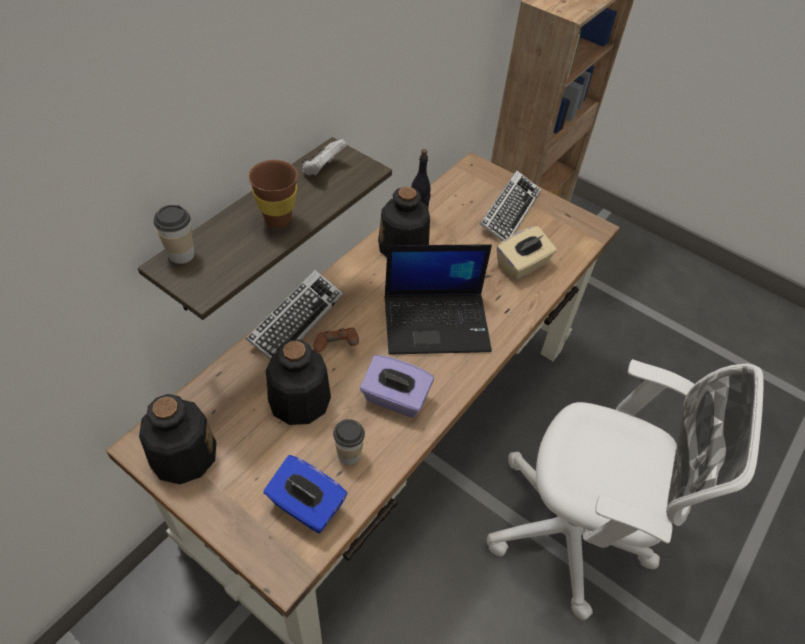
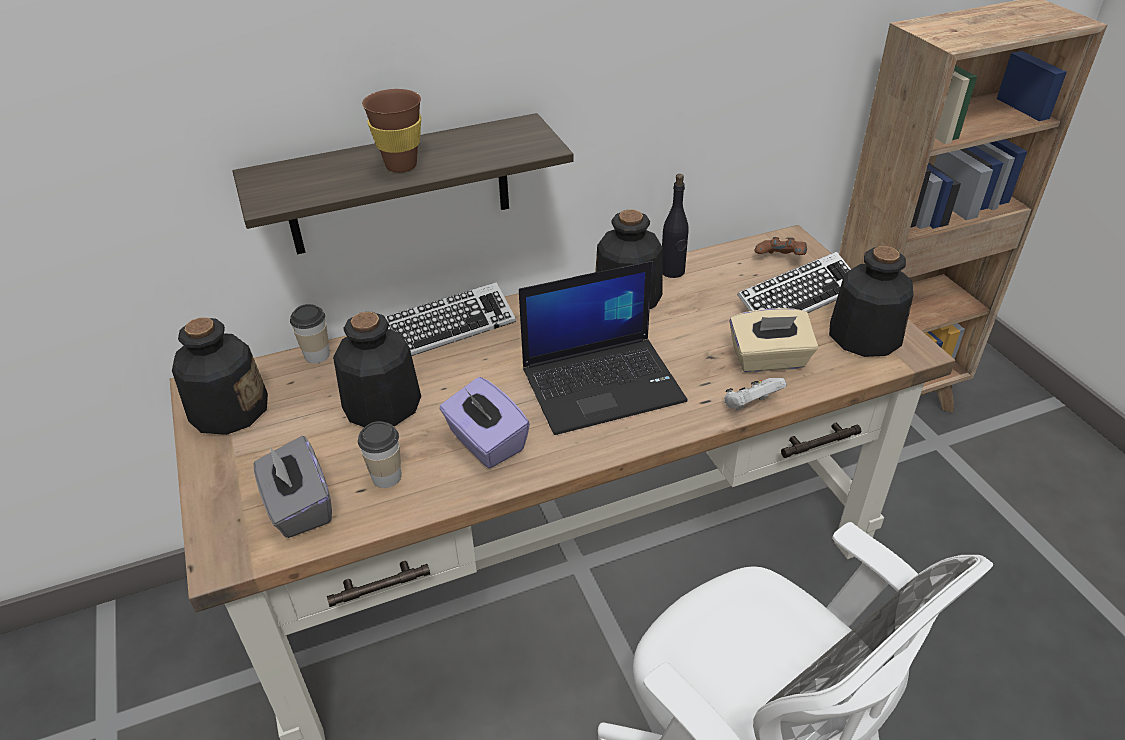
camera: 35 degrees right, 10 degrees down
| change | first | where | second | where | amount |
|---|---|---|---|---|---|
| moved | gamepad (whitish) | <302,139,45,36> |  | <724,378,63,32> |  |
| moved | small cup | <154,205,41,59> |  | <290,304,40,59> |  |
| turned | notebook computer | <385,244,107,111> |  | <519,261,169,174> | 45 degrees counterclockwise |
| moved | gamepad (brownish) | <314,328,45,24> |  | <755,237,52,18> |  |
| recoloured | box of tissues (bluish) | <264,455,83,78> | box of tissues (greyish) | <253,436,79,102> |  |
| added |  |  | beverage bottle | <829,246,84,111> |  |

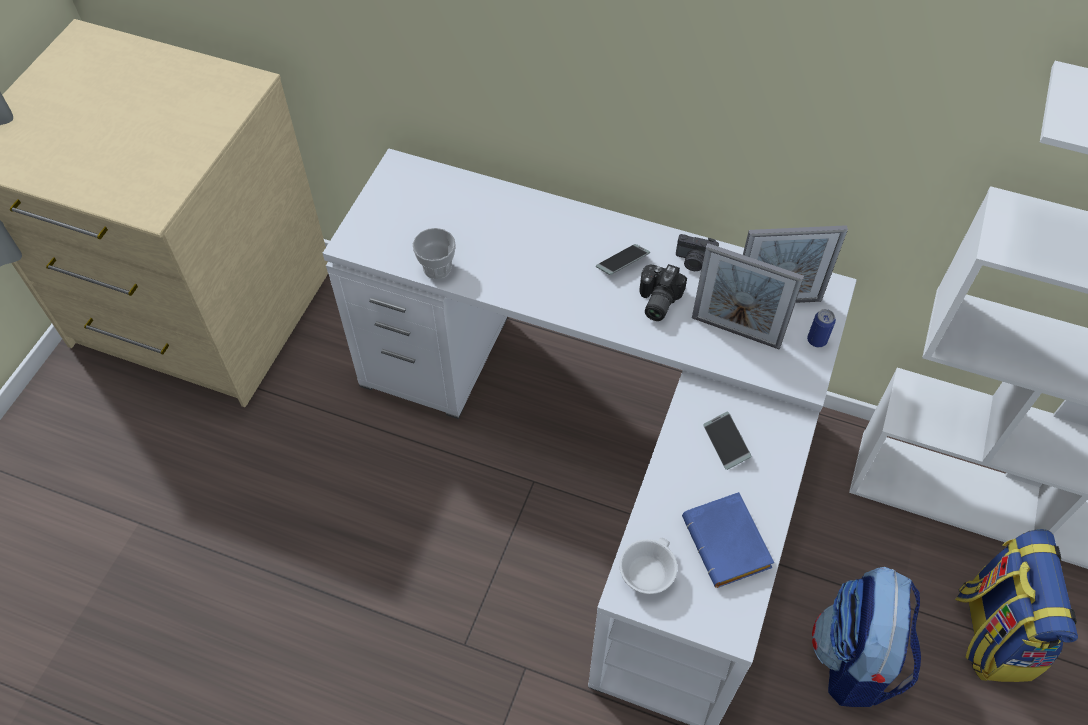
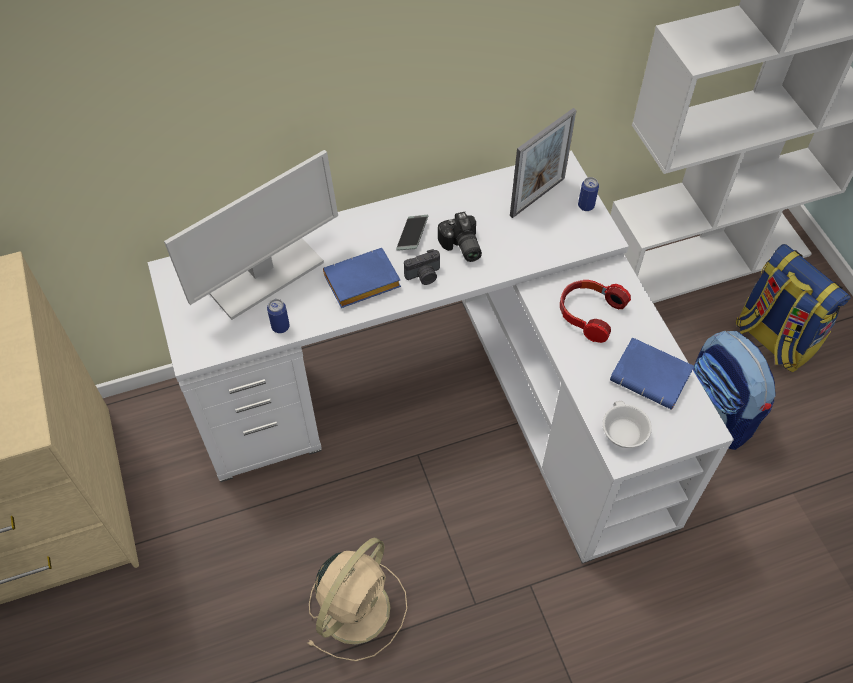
camera: 40 degrees left, 0 degrees up
| change | first | where | second | where | amount |
|---|---|---|---|---|---|
| replaced | small cup | <413,228,43,51> | can | <267,299,23,34> |  |
| moved | photo camera | <676,234,43,37> |  | <404,249,36,36> |  |
| removed | photo frame | <692,243,112,107> |  |  |  |
| replaced | phone | <703,411,48,59> | headset | <560,280,71,63> |  |
| added |  |  | computer screen | <164,150,174,170> |  |
| added |  |  | book (bluish) | <323,248,78,60> |  |
| added |  |  | fan (beige) | <307,538,100,123> |  |

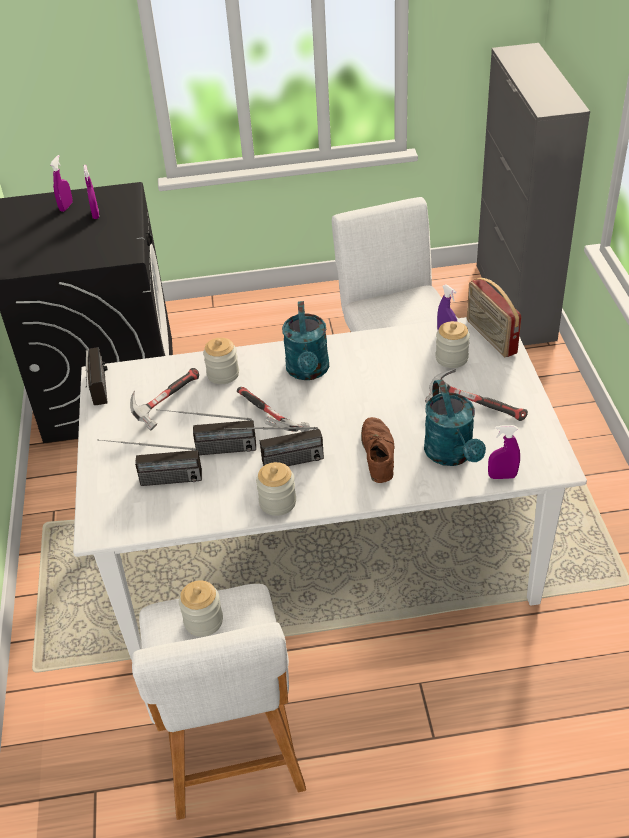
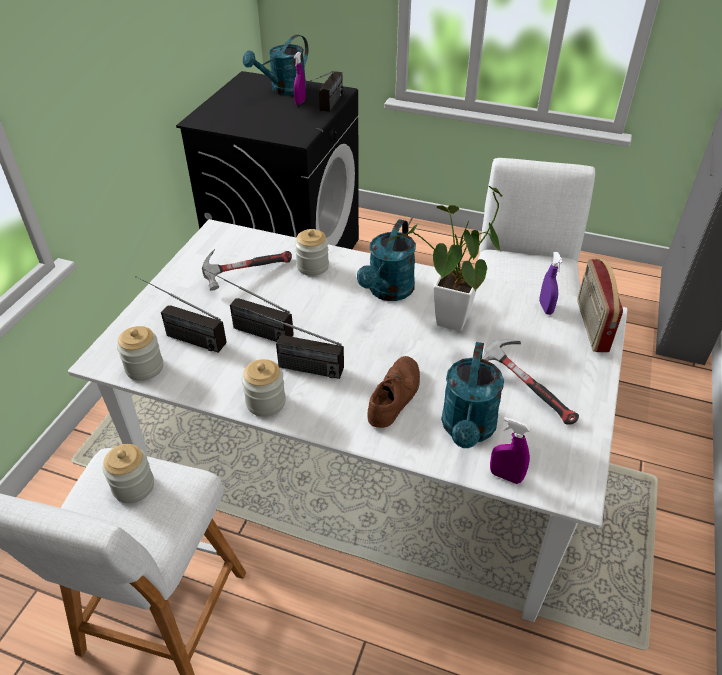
camera: 25 degrees right, 0 degrees up
| change | first | where | second | where | amount |
|---|---|---|---|---|---|
| replaced | hand sprayer (purplish) | <50,155,23,57> | sprinkling can (turquoise-coloured) | <243,35,65,60> |  |
| moved | storage jar | <436,321,34,47> |  | <117,326,46,55> |  |
| moved | radio | <86,347,22,58> |  | <311,71,33,41> |  |
| removed | tool hammer | <237,387,73,45> |  |  |  |
| added |  |  | plant in a pot | <387,186,116,145> |  |

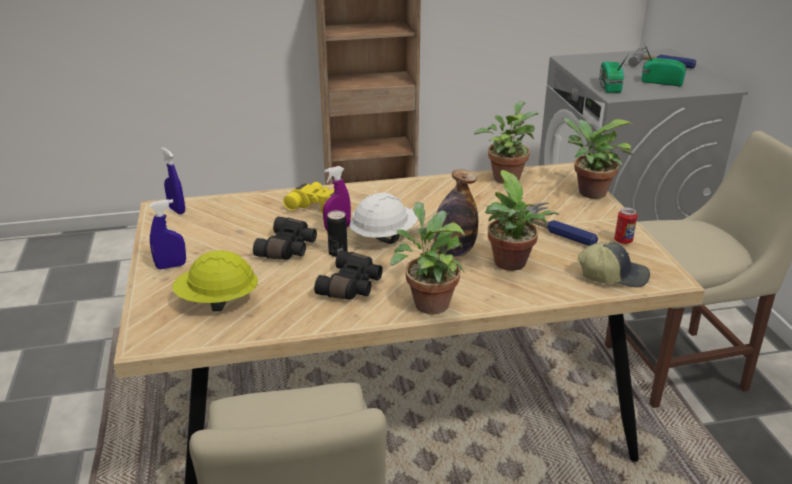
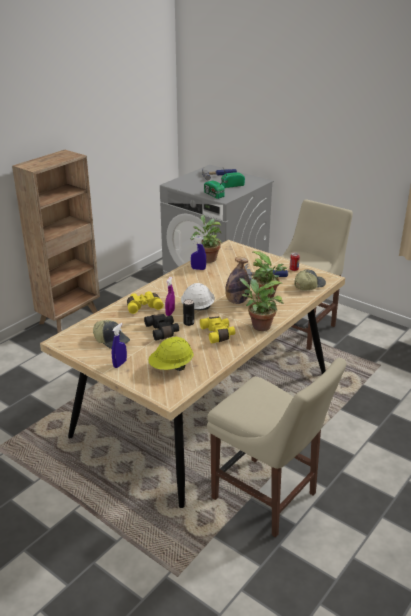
camera: 40 degrees left, 0 degrees up
| change | first | where | second | where | amount |
|---|---|---|---|---|---|
| removed | plant in a pot | <561,117,72,82> |  |  |  |
| moved | hand sprayer (bluish) | <161,147,24,67> |  | <191,236,15,34> |  |
| recoloured | field glasses (black) | <314,250,69,50> | field glasses (yellow-coloured) | <200,317,35,26> |  |
| added |  |  | peaked cap | <93,320,37,29> |  |

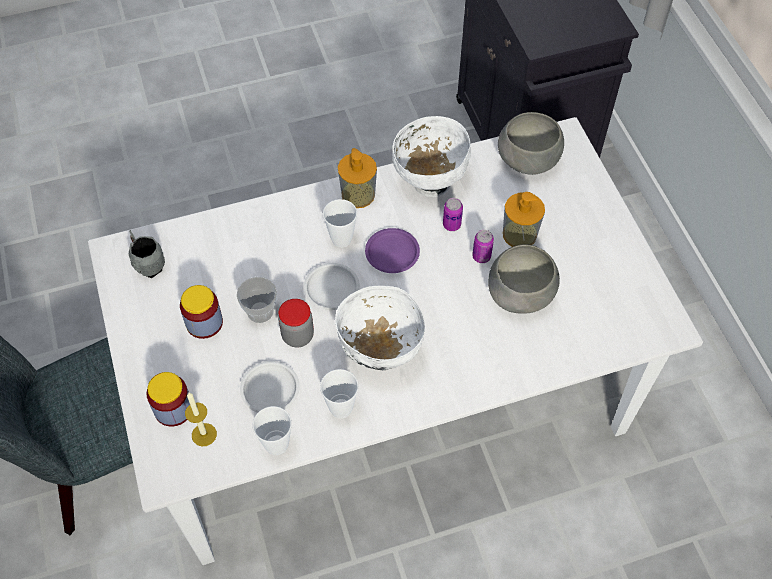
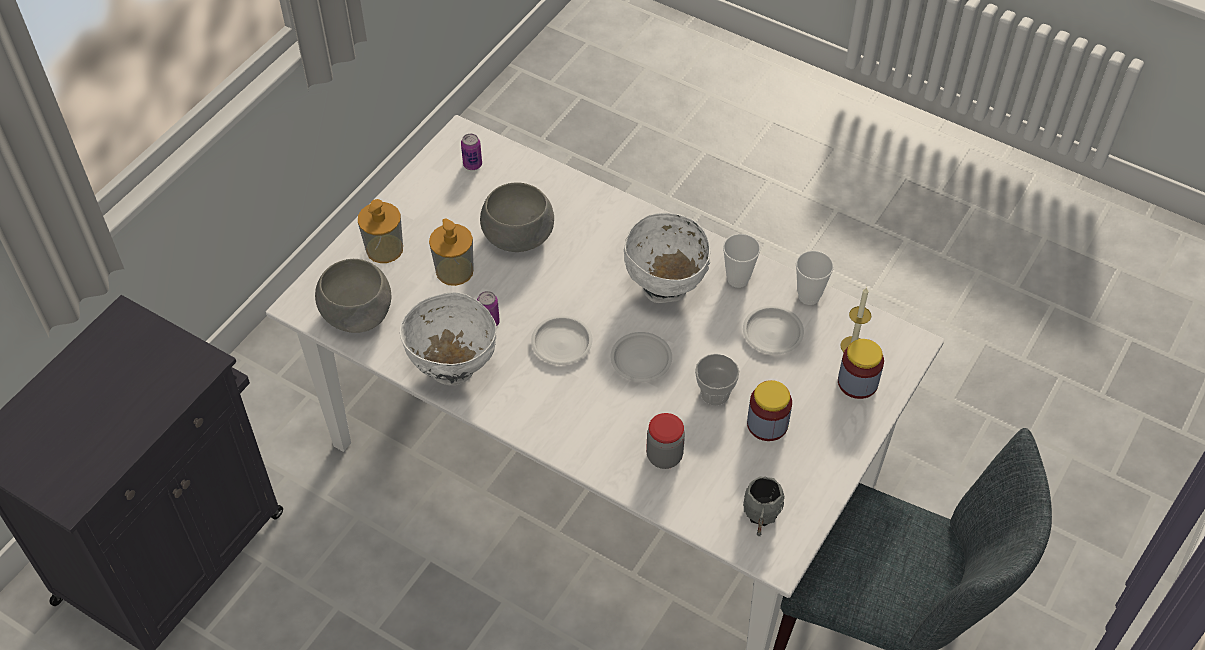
camera: 130 degrees left, 5 degrees down
| change | first | where | second | where | amount |
|---|---|---|---|---|---|
| moved | soap bottle | <338,148,39,60> |  | <358,199,45,64> |  |
| removed | small cup | <323,199,34,49> |  |  |  |
| recoloured | dinner plate (purplish) | <365,228,55,45> | dinner plate (whitish) | <531,316,61,49> |  |
| moved | can | <472,230,22,33> |  | <461,134,21,36> |  |
| moved | storage jar | <278,299,36,48> |  | <646,413,39,56> |  |

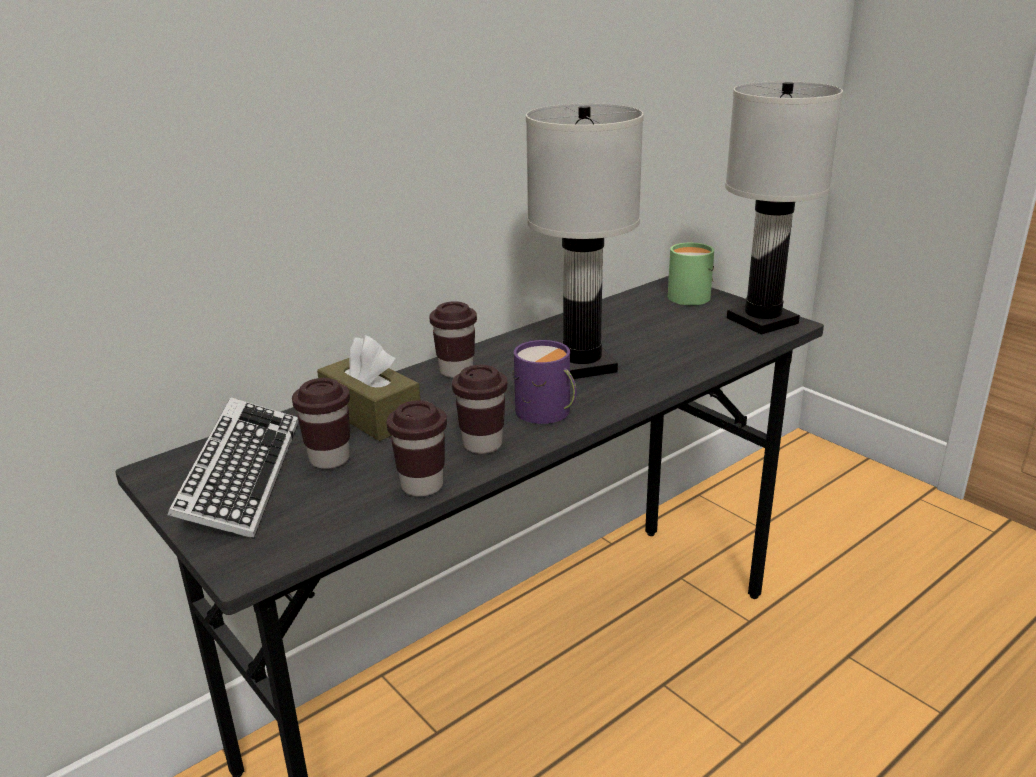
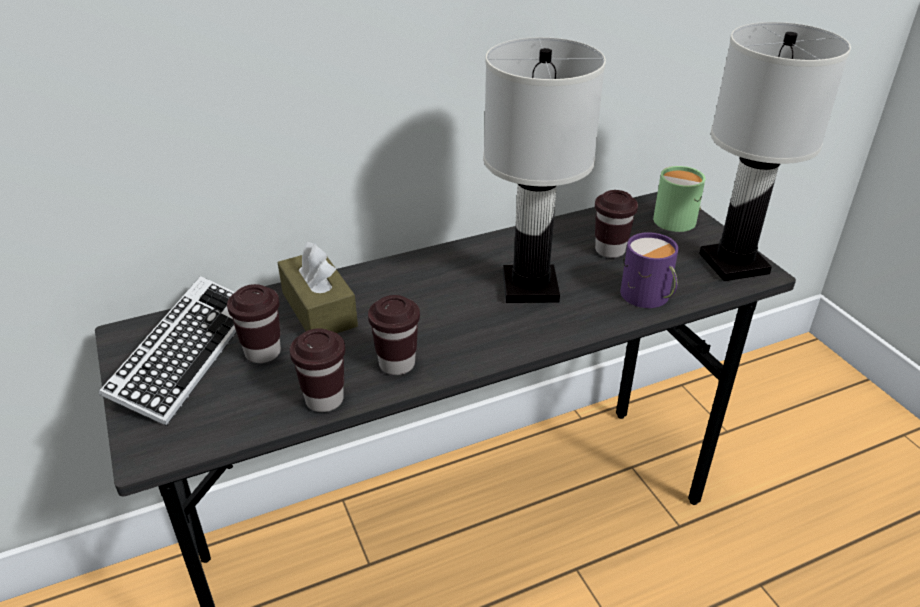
camera: 15 degrees right, 10 degrees up
| change | first | where | second | where | amount |
|---|---|---|---|---|---|
| moved | small cup (brownish) | <429,301,48,77> |  | <595,190,43,68> |  |
| moved | tea mug (purplish) | <513,340,64,84> |  | <620,232,59,76> |  |

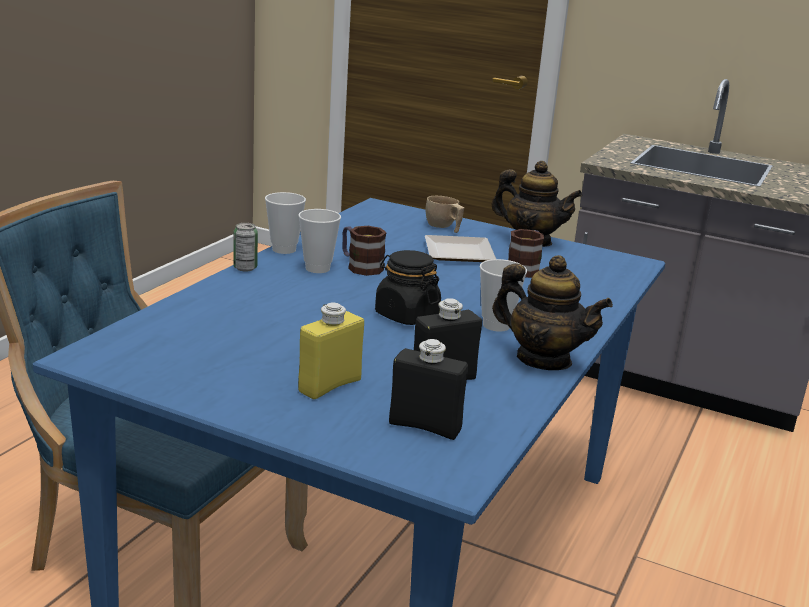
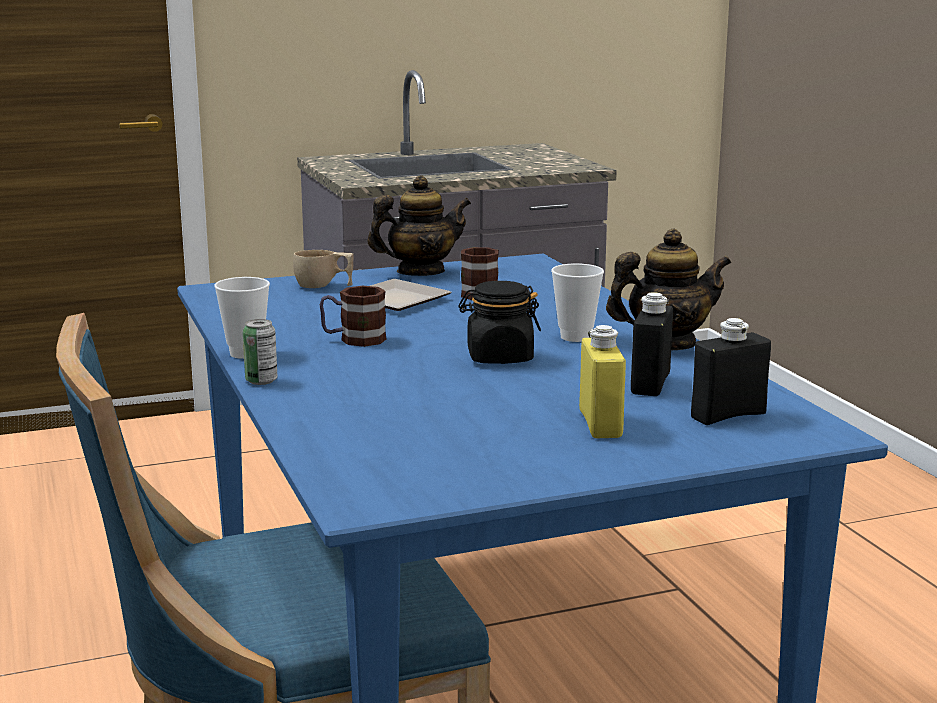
camera: 45 degrees left, 5 degrees down
| change | first | where | second | where | amount |
|---|---|---|---|---|---|
| removed | small cup | <298,209,43,64> |  |  |  |

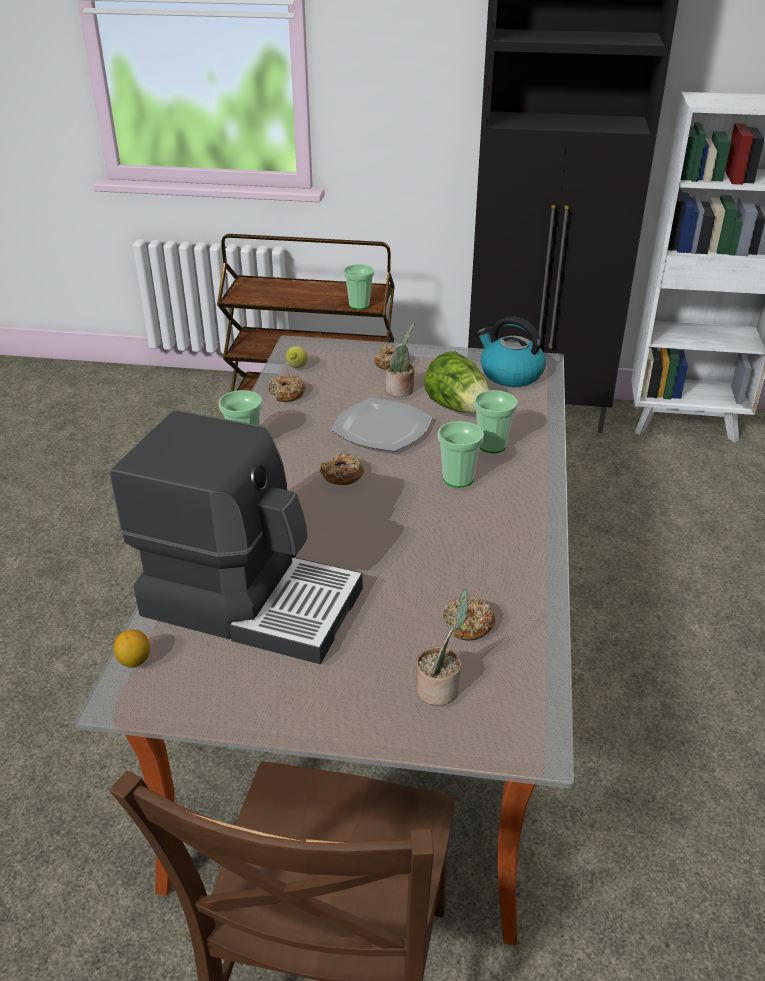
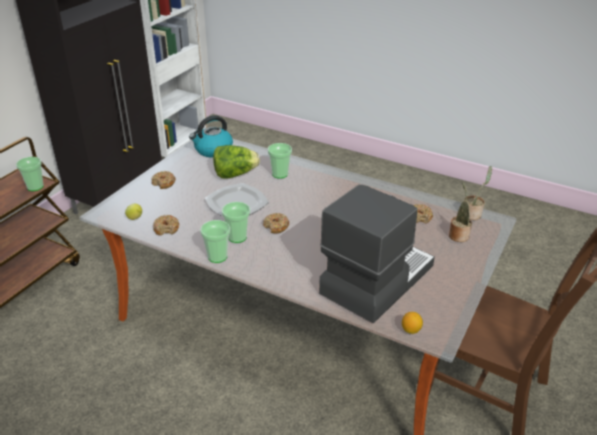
camera: 70 degrees left, 0 degrees up
| change | first | where | second | where | amount |
|---|---|---|---|---|---|
| moved | plant in a pot | <386,323,29,74> |  | <464,166,28,54> |  |
| moved | small cup | <438,421,46,67> |  | <222,202,28,41> |  |

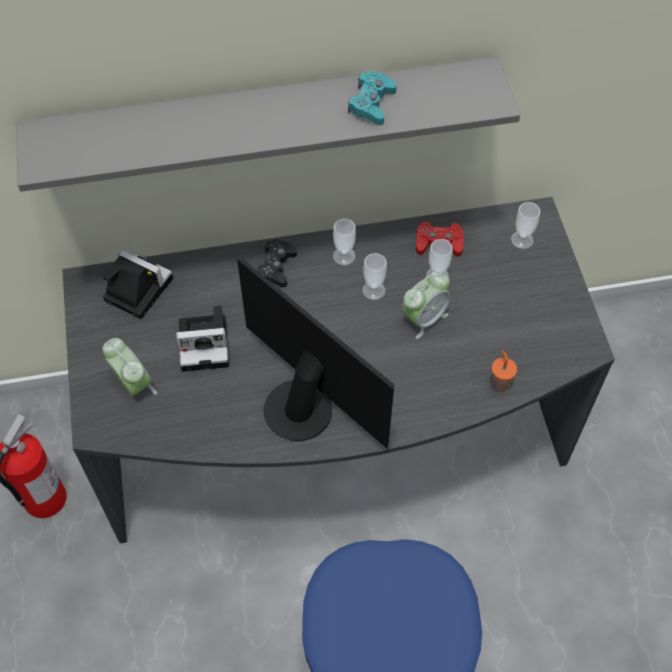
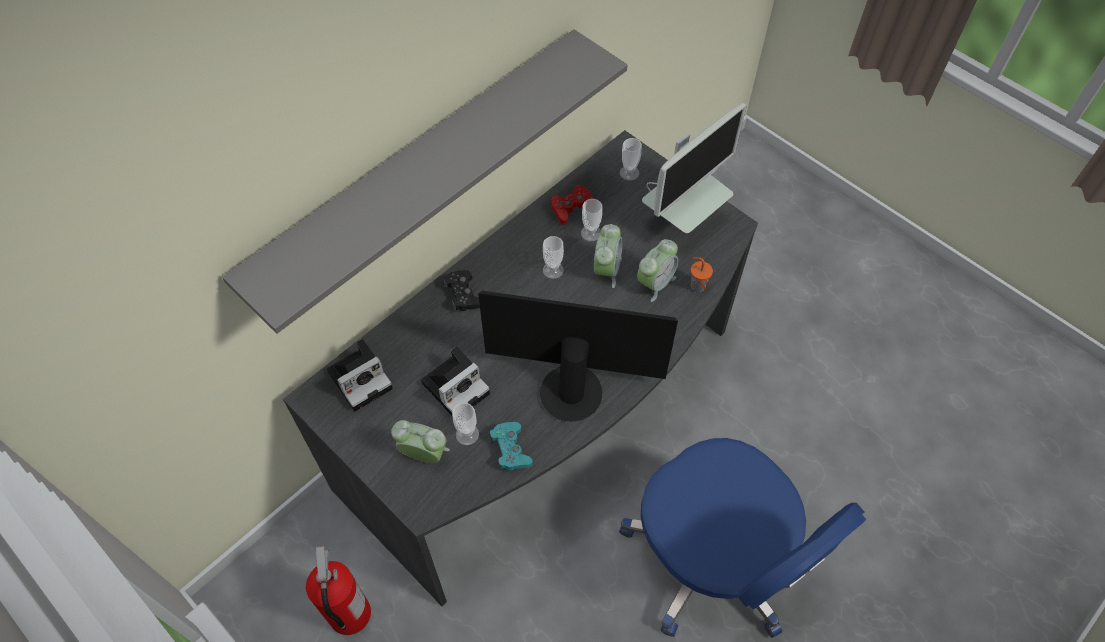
camera: 35 degrees left, 0 degrees up
| change | first | where | second | where | amount |
|---|---|---|---|---|---|
| moved | gamepad (turquoise-coloured) | <348,71,48,54> |  | <489,422,44,49> |  |
| moved | small cup | <333,219,23,46> |  | <452,403,27,42> |  |
| turned | photo camera | <103,250,70,69> |  | <327,339,66,72> | 150 degrees clockwise |
| added |  |  | computer screen | <642,103,105,130> |  |
| added |  |  | alarm clock | <637,239,41,63> |  |

